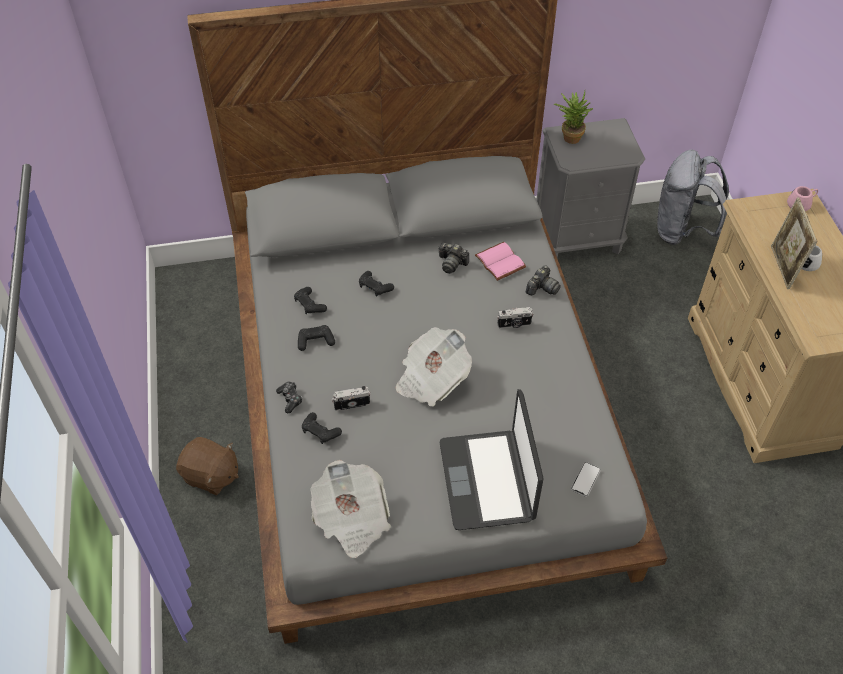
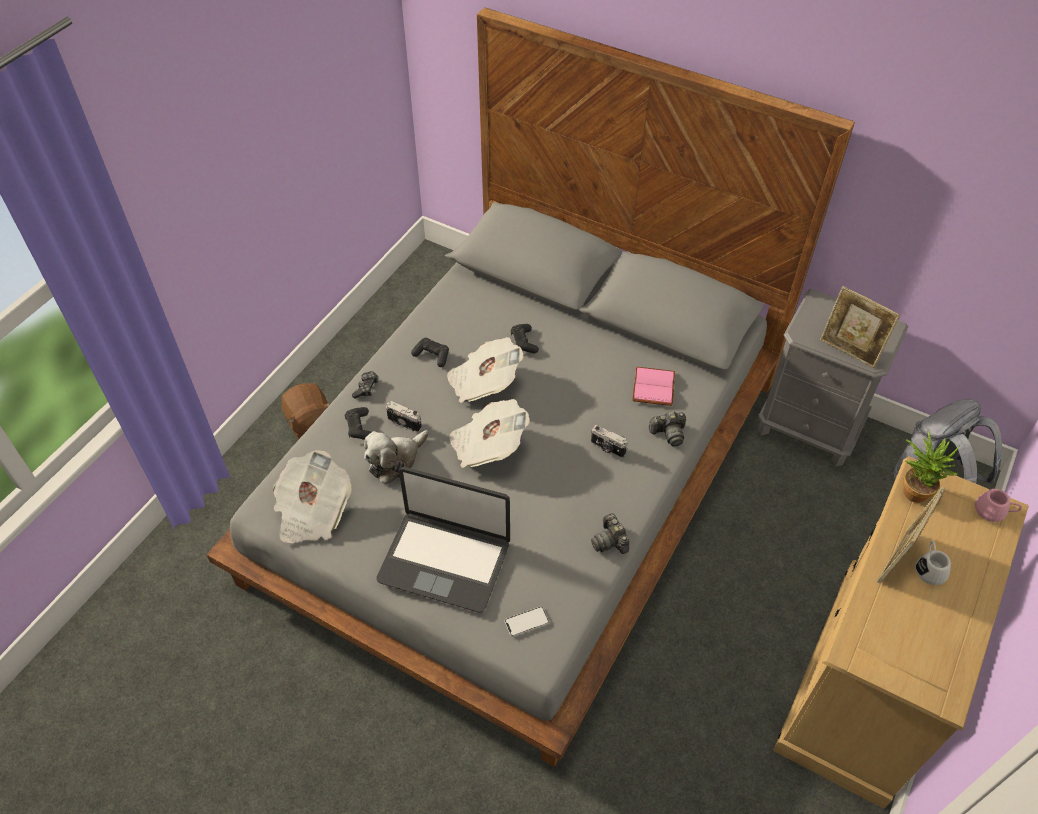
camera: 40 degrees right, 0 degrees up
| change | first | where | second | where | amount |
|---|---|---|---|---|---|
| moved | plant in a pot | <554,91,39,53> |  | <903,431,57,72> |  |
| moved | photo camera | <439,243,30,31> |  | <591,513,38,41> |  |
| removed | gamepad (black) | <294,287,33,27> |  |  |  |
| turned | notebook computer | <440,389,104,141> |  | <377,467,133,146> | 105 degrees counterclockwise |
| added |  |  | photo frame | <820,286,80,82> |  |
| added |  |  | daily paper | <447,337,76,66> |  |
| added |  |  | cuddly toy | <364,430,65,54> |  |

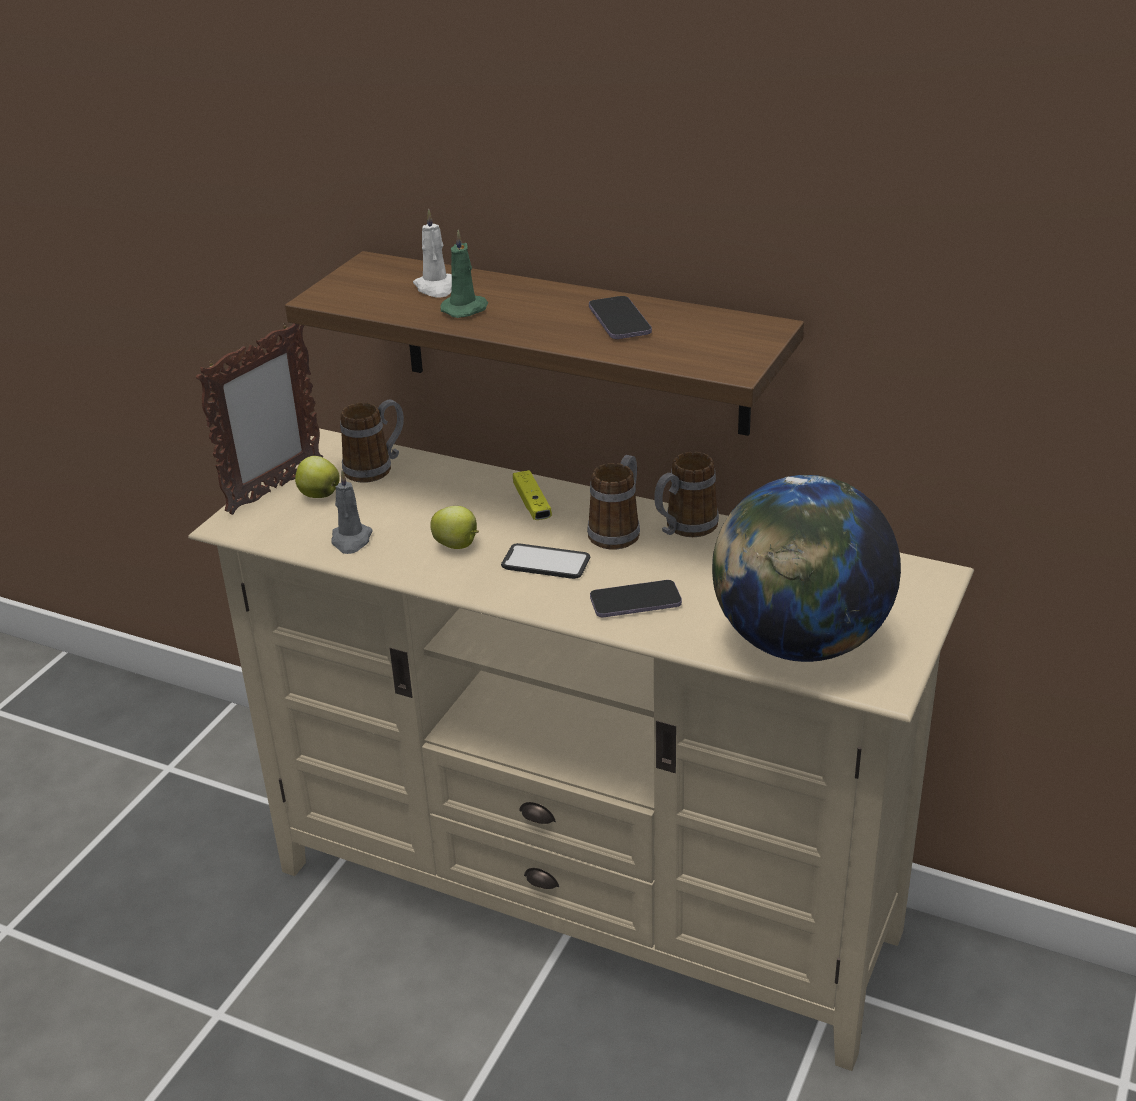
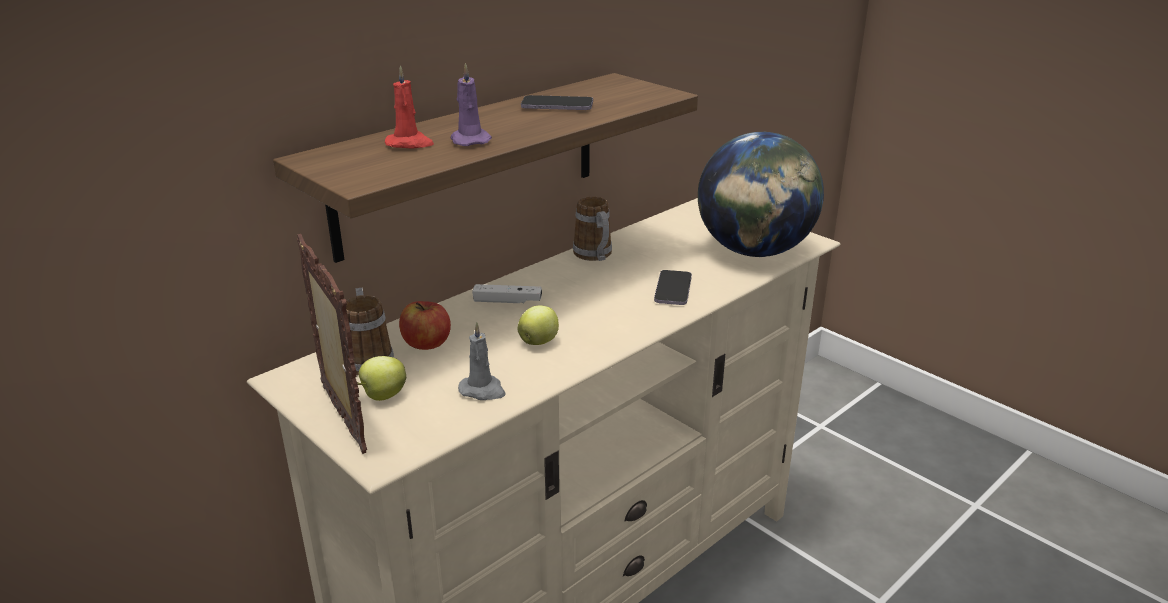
camera: 70 degrees left, 5 degrees down
| change | first | where | second | where | amount |
|---|---|---|---|---|---|
| recoloured | candle (whitish) | <413,209,39,89> | candle (reddish) | <385,65,49,83> |  |
| recoloured | candle (greenish) | <440,230,48,88> | candle (purplish) | <451,63,41,83> |  |
| removed | tea mug | <587,455,53,95> |  |  |  |
| recoloured | gamepad (yellow-coloured) | <513,470,39,50> | gamepad (whitish) | <472,284,70,20> |  |
| removed | phone | <501,543,89,36> |  |  |  |
| added |  |  | whole apple | <399,301,52,49> |  |

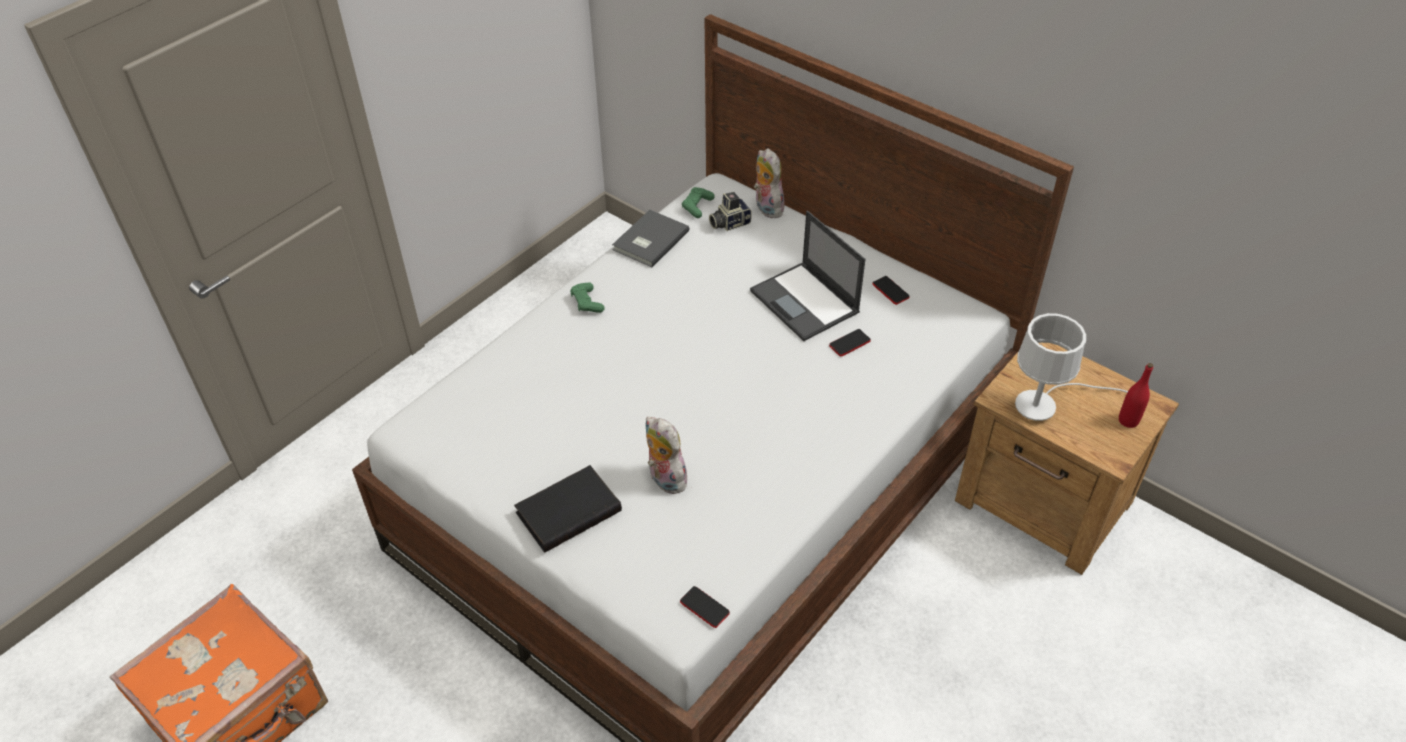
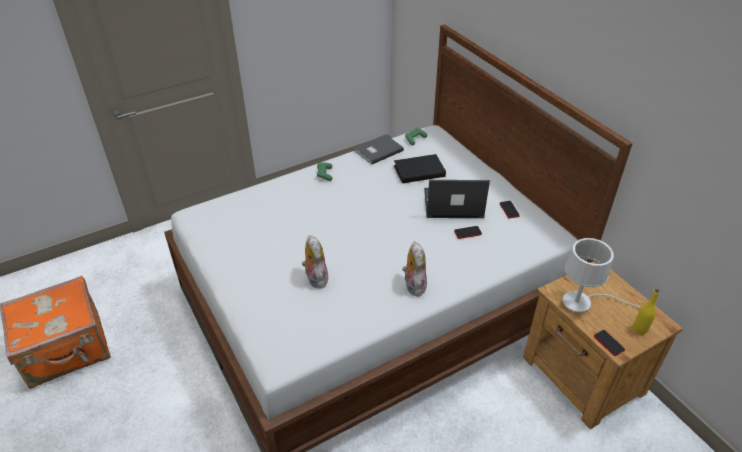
camera: 20 degrees right, 5 degrees down
| change | first | where | second | where | amount |
|---|---|---|---|---|---|
| moved | cuddly toy | <754,148,31,70> |  | <402,241,25,55> |  |
| removed | photo camera | <709,192,43,39> |  |  |  |
| turned | notebook computer | <750,211,115,130> |  | <424,180,66,38> | 105 degrees clockwise |
| recoloured | beverage bottle (reddish) | <1119,363,34,65> | beverage bottle (yellow-coloured) | <633,289,26,45> |  |
| moved | book (black) | <514,465,108,88> |  | <394,154,52,29> |  |
| moved | phone | <680,586,50,42> |  | <594,330,31,26> |  |

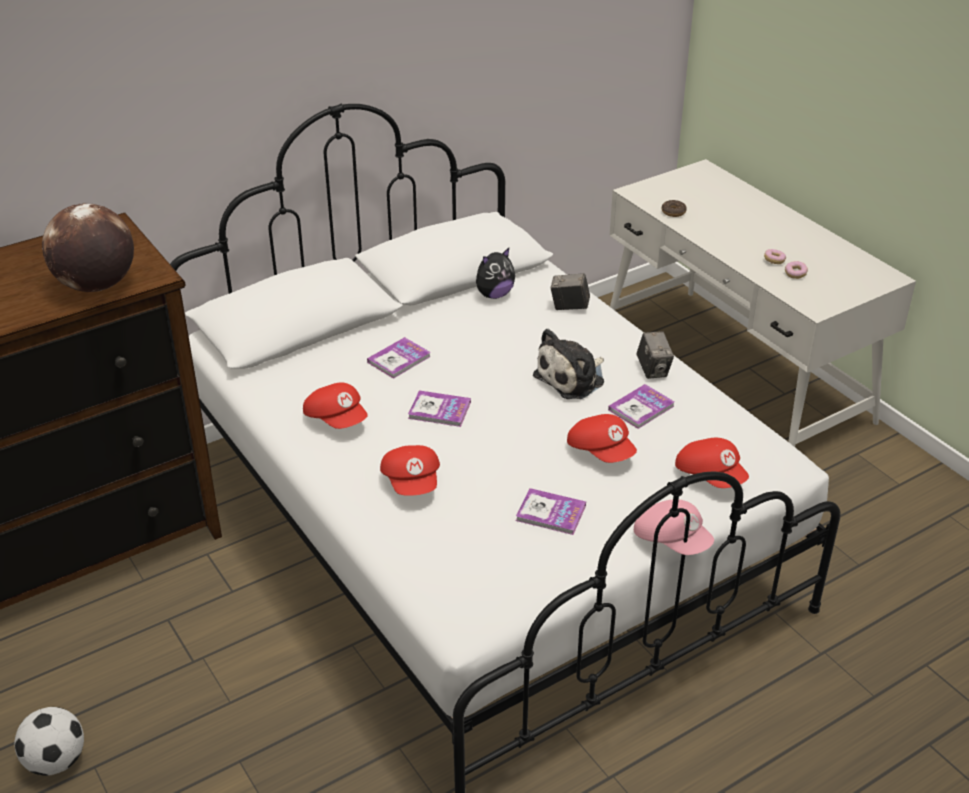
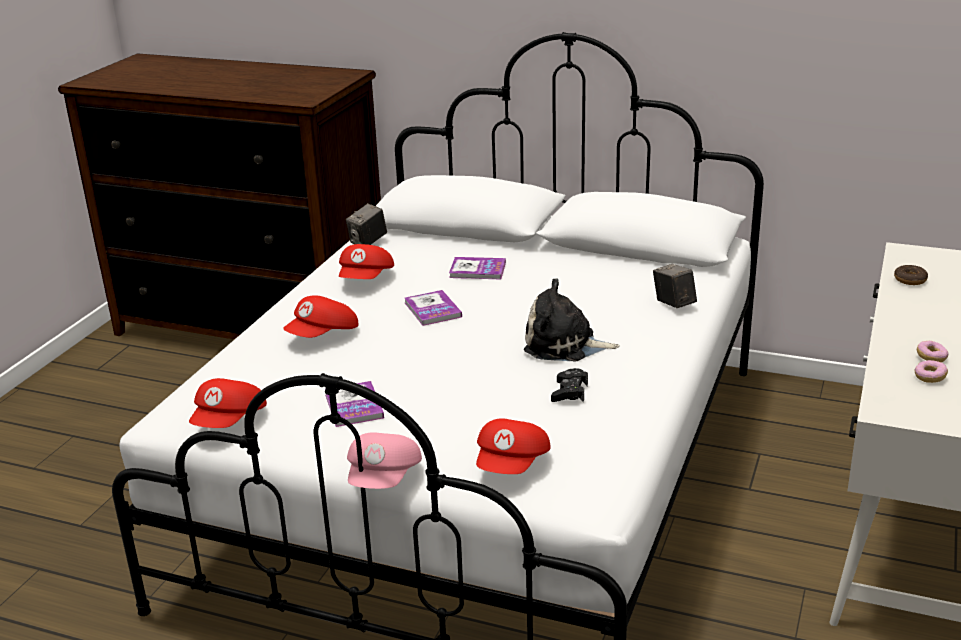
camera: 55 degrees right, 10 degrees down
| change | first | where | second | where | amount |
|---|---|---|---|---|---|
| removed | world globe | <42,203,92,89> |  |  |  |
| removed | cuddly toy | <476,248,39,51> |  |  |  |
| moved | photo camera | <636,331,38,48> |  | <346,203,41,42> |  |
| replaced | book | <608,384,66,45> | gamepad (black) | <551,368,37,34> |  |
| moved | peaked cap (reddish) | <567,414,70,49> |  | <189,378,78,50> |  |
| removed | ball for football | <14,707,70,69> |  |  |  |

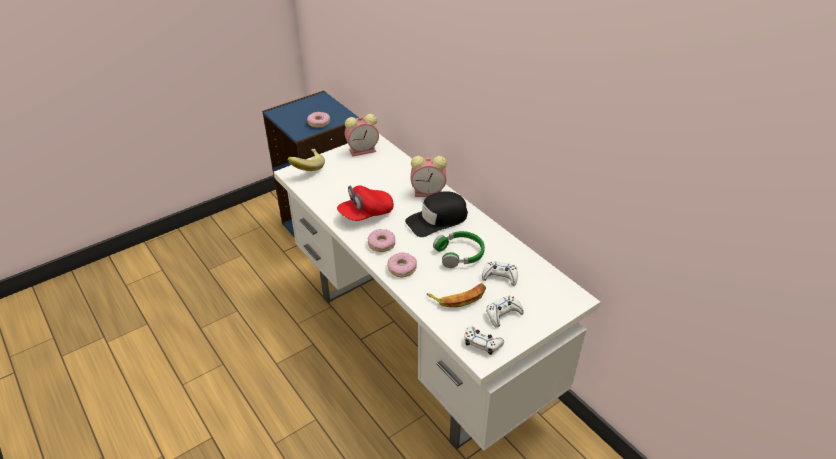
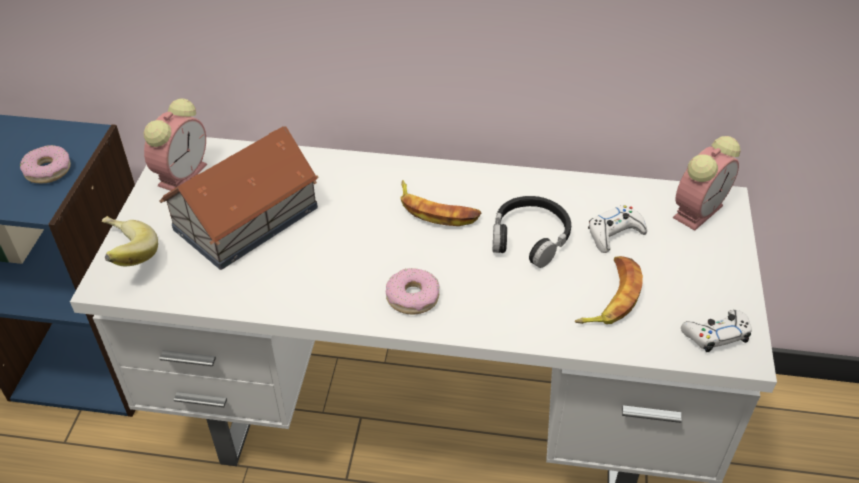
camera: 45 degrees left, 5 degrees up
| change | first | where | second | where | amount |
|---|---|---|---|---|---|
| moved | alarm clock | <411,156,36,41> |  | <673,136,68,95> |  |
| removed | peaked cap (reddish) | <337,185,57,36> |  |  |  |
| replaced | peaked cap (black) | <405,191,63,46> | banana fruit | <400,180,81,46> |  |
| recoloured | headset (greenish) | <433,231,52,37> | headset (black) | <493,196,78,72> |  |
| removed | doughnut | <387,252,30,25> |  |  |  |
| removed | gamepad (whitish) | <486,296,38,32> |  |  |  |
| added |  |  | toy house | <159,126,160,144> |  |

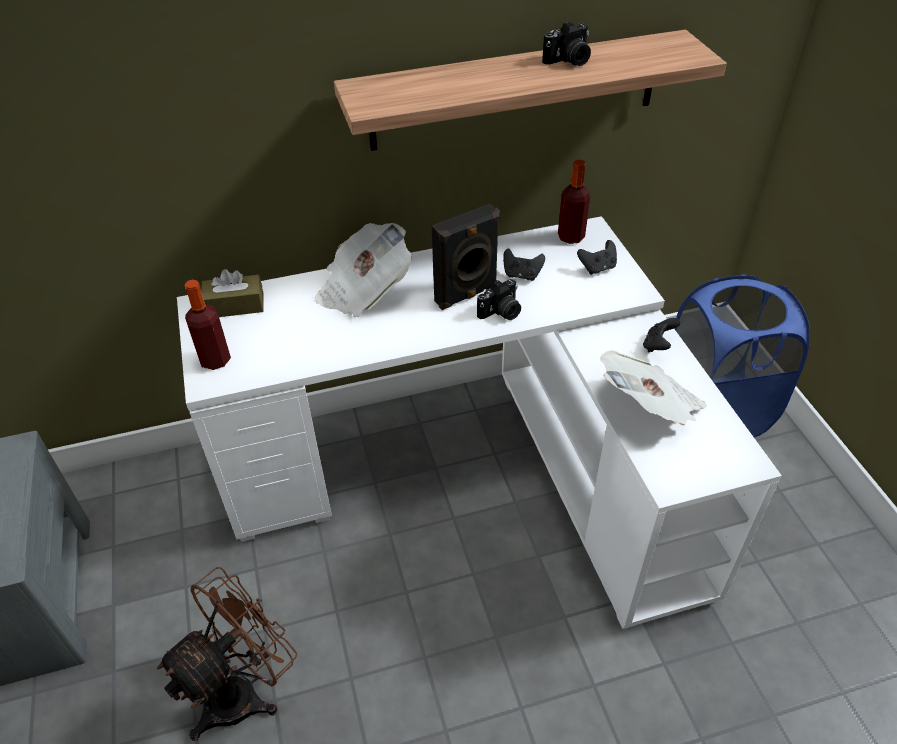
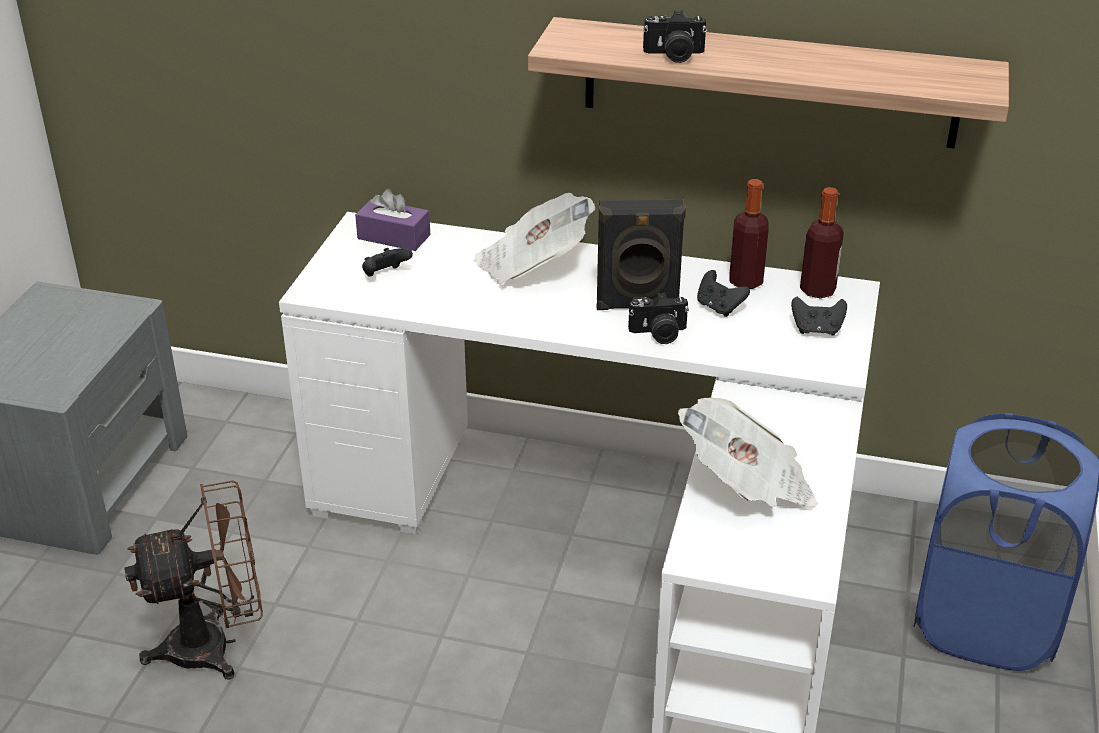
camera: 30 degrees right, 10 degrees down
| change | first | where | second | where | amount |
|---|---|---|---|---|---|
| moved | photo camera | <542,22,49,44> |  | <643,10,64,53> |  |
| recoloured | box of tissues (brownish) | <201,269,63,48> | box of tissues (purplish) | <355,189,75,62> |  |
| moved | beverage bottle | <184,280,47,90> |  | <729,179,40,110> |  |
| moved | gamepad (black) | <643,318,37,34> |  | <362,248,51,28> |  |

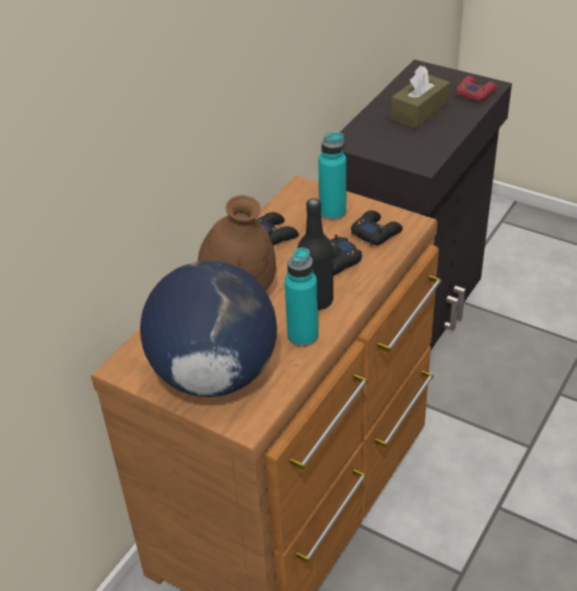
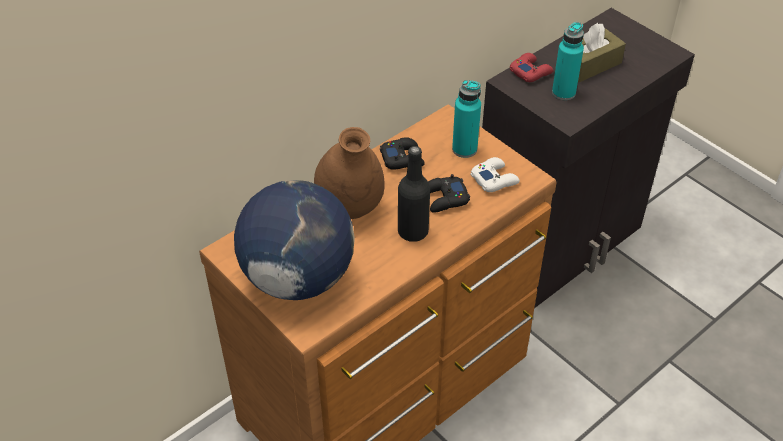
camera: 15 degrees right, 5 degrees up
| change | first | where | second | where | amount |
|---|---|---|---|---|---|
| moved | gamepad (reddish) | <456,76,41,25> |  | <510,53,43,29> |  |
| recoloured | gamepad (black) | <351,210,52,35> | gamepad (whitish) | <471,157,49,35> |  |
| moved | beverage bottle (turquoise-coloured) | <284,247,35,100> |  | <552,22,32,78> |  |

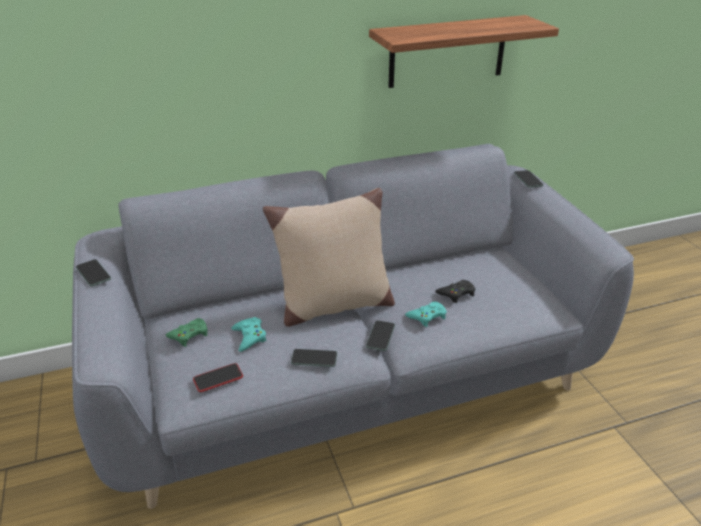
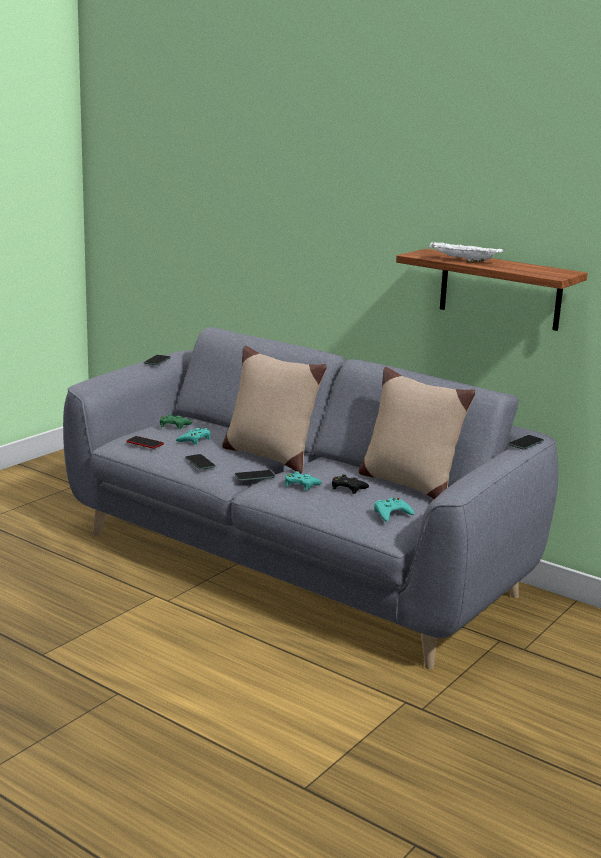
camera: 55 degrees right, 15 degrees down
| change | first | where | second | where | amount |
|---|---|---|---|---|---|
| added |  |  | tray (whitish) | <429,242,75,21> |  |
| added |  |  | throw pillow (beige) | <359,367,117,132> |  |
| added |  |  | gamepad (turquoise-coloured) | <374,497,41,25> |  |

